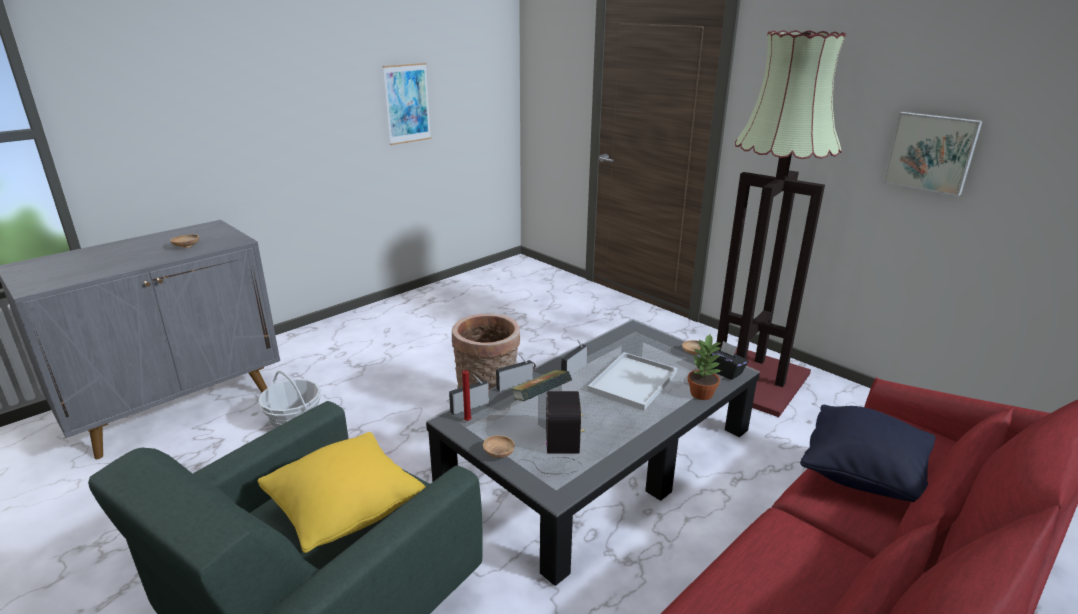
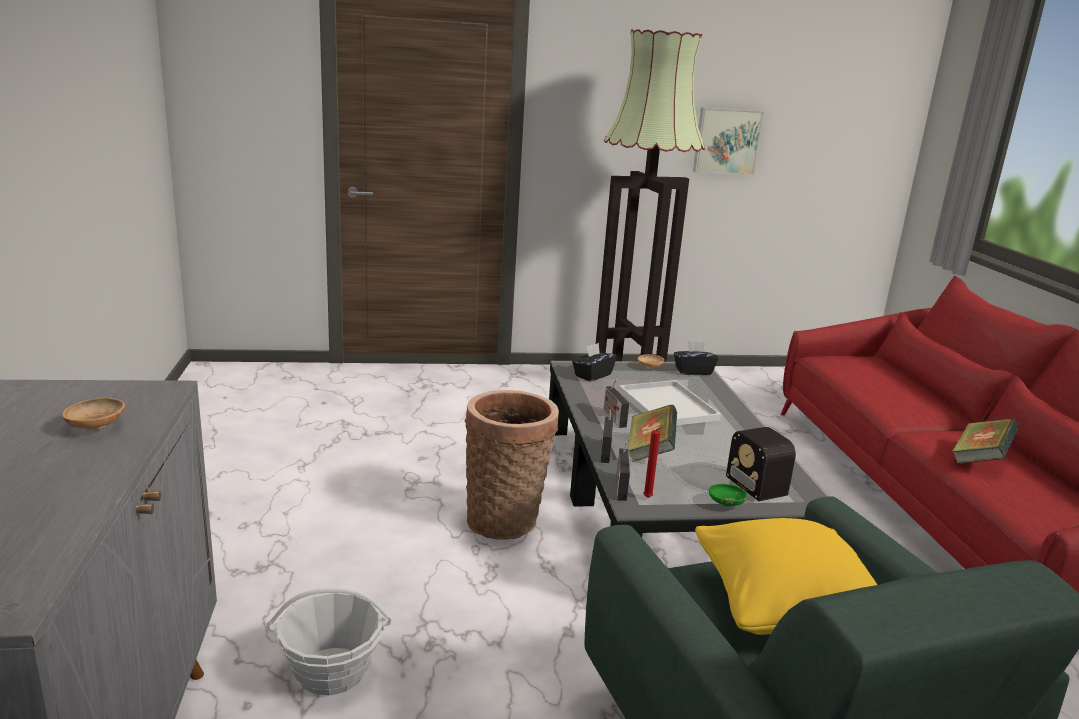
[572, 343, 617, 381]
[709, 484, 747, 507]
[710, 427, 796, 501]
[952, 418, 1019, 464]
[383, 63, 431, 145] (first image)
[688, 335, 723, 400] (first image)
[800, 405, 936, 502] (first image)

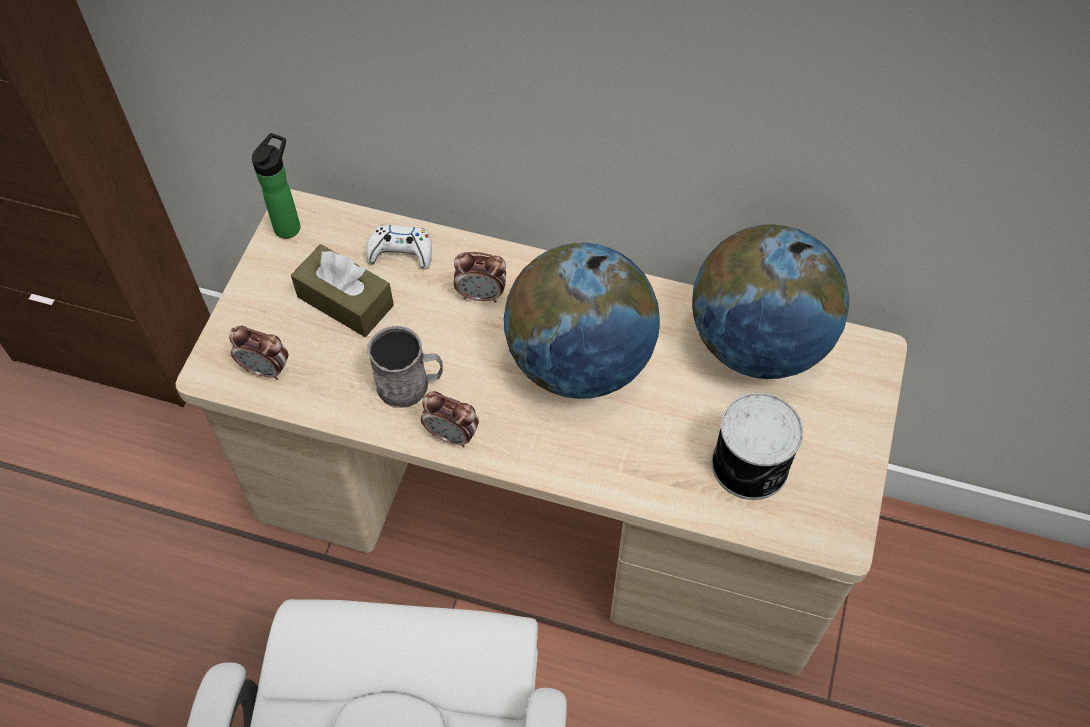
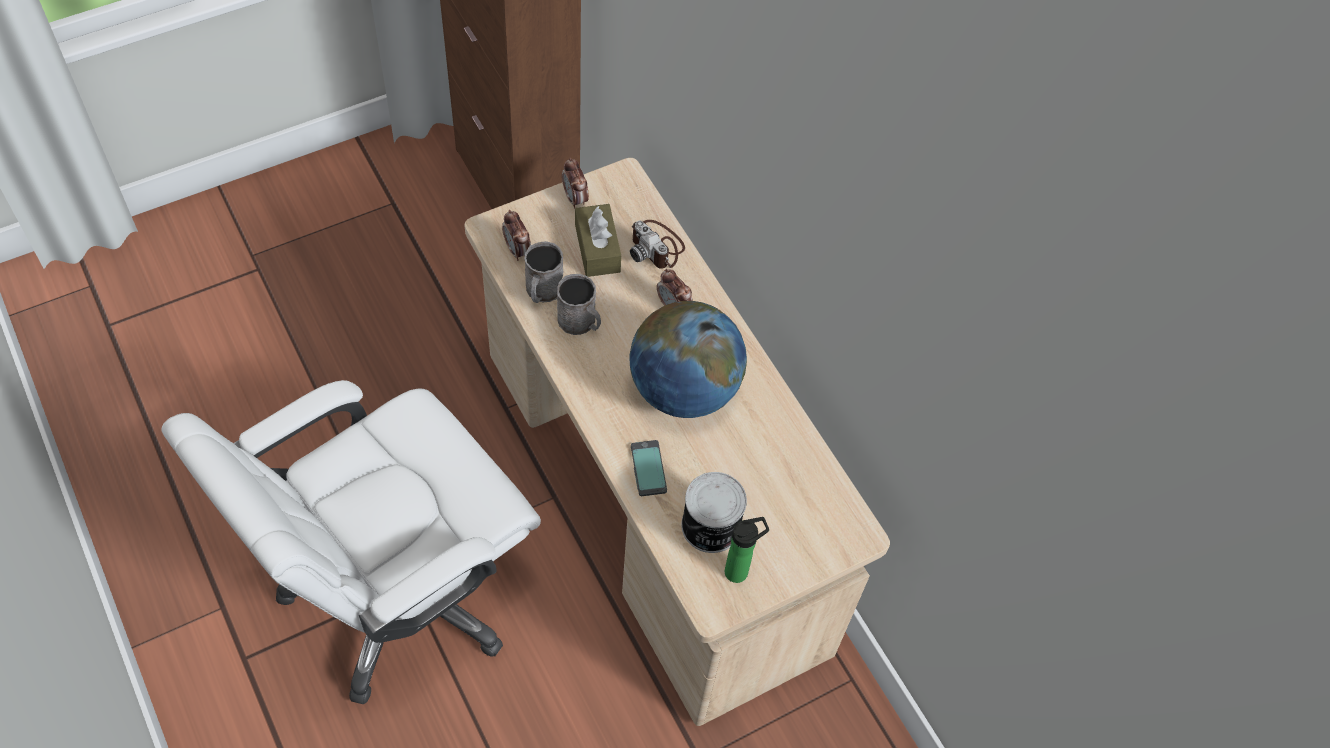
[524, 241, 564, 303]
[562, 158, 589, 209]
[630, 220, 685, 269]
[631, 440, 667, 496]
[725, 517, 769, 583]
[692, 224, 849, 379] (first image)

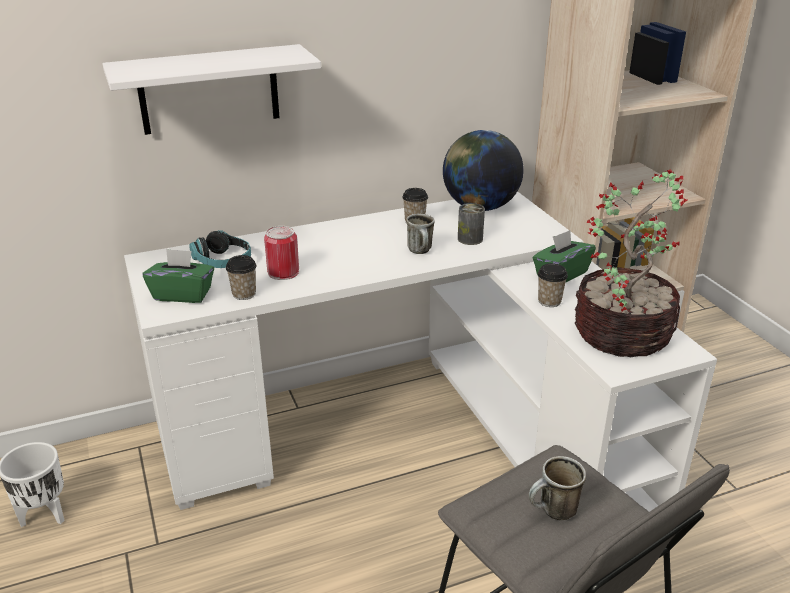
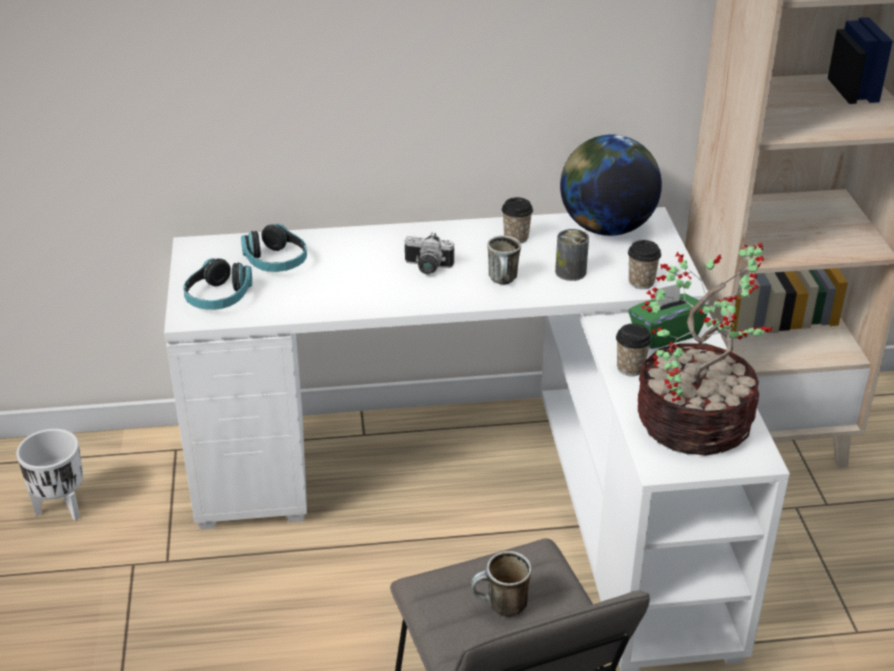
[183, 258, 252, 310]
[405, 232, 454, 274]
[628, 240, 661, 289]
[102, 44, 321, 135] (first image)
[264, 226, 299, 280] (first image)

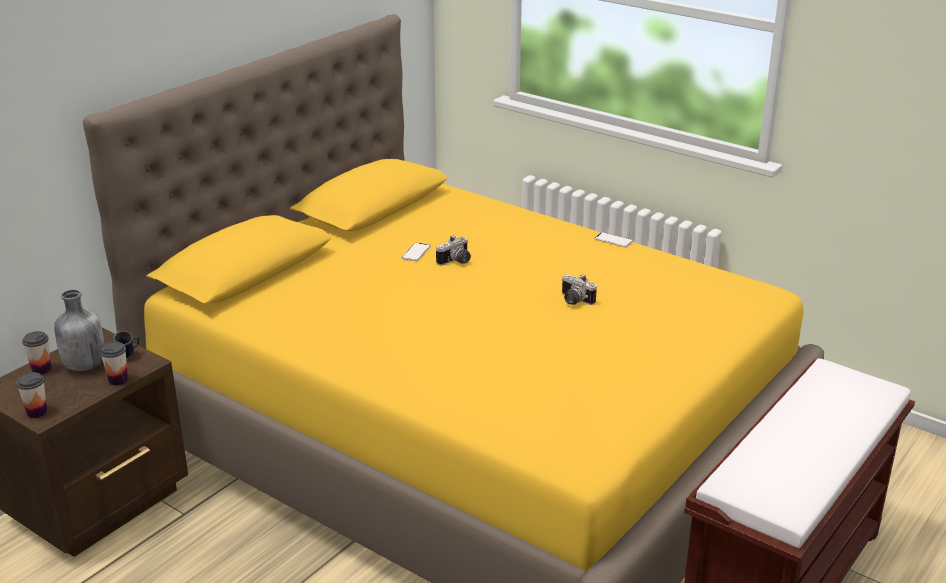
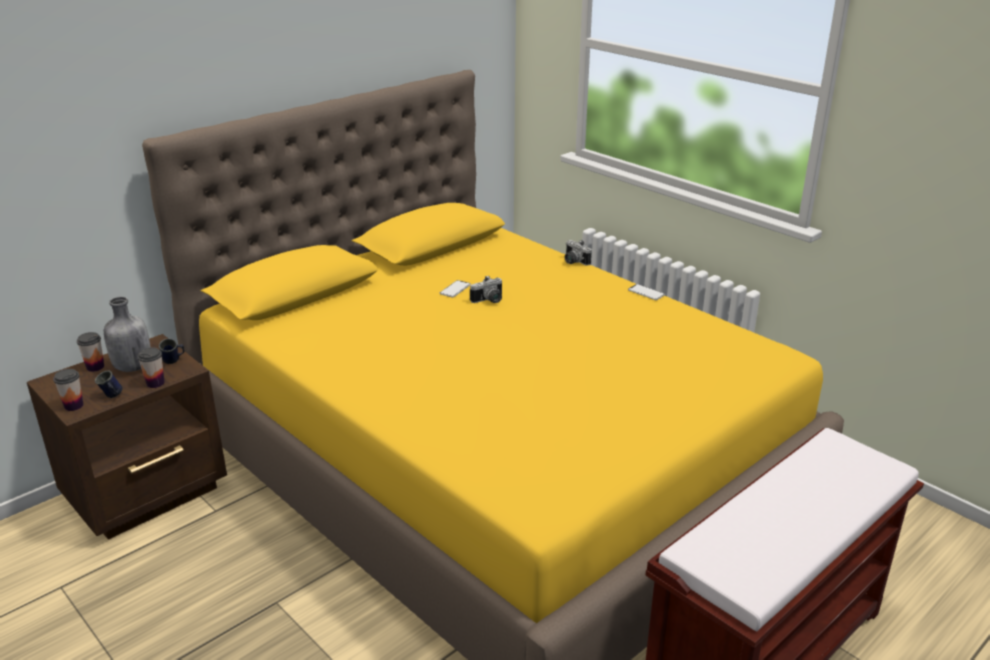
[95, 371, 123, 398]
[564, 240, 592, 266]

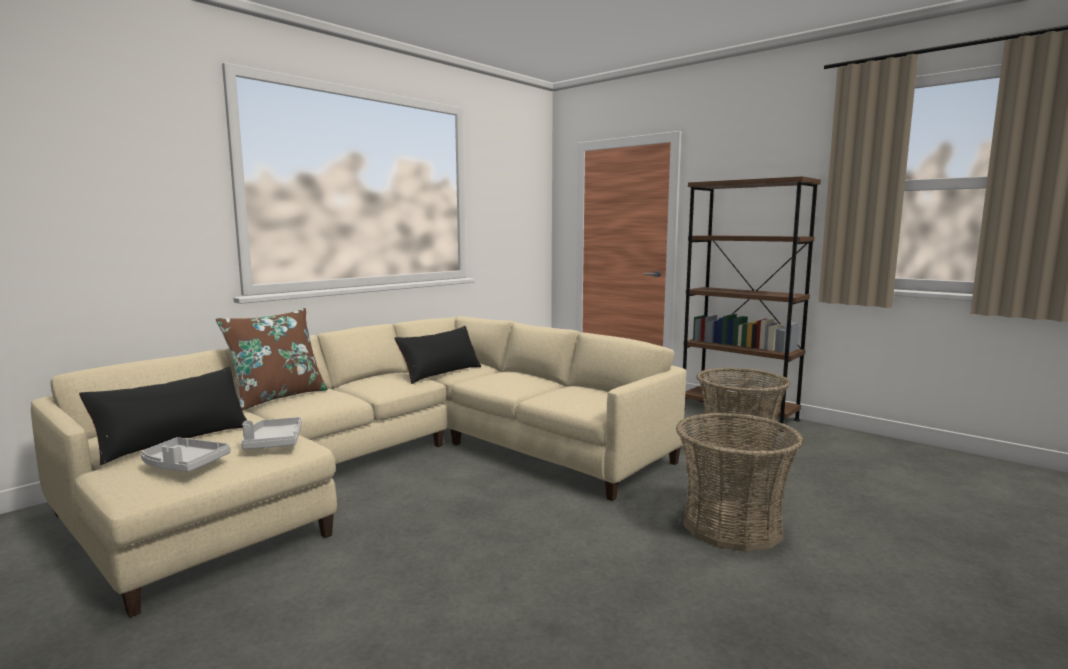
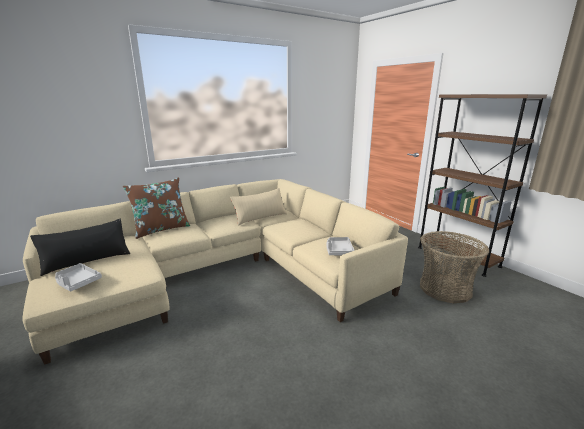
[230, 188, 287, 226]
[327, 237, 355, 255]
[676, 413, 804, 552] (first image)

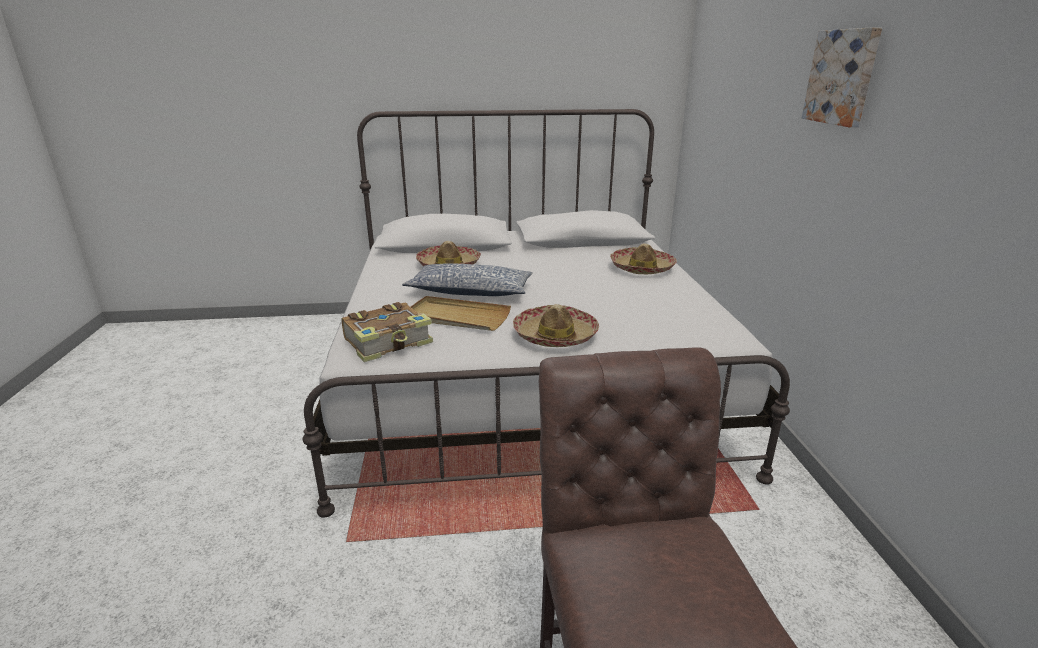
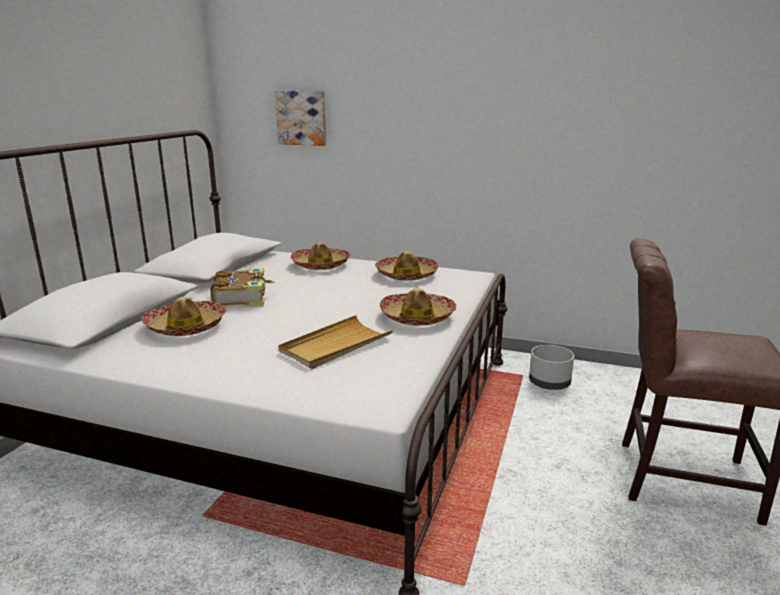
[211, 268, 275, 306]
[275, 91, 326, 146]
[375, 251, 439, 281]
[529, 345, 574, 390]
[402, 264, 533, 296] (first image)

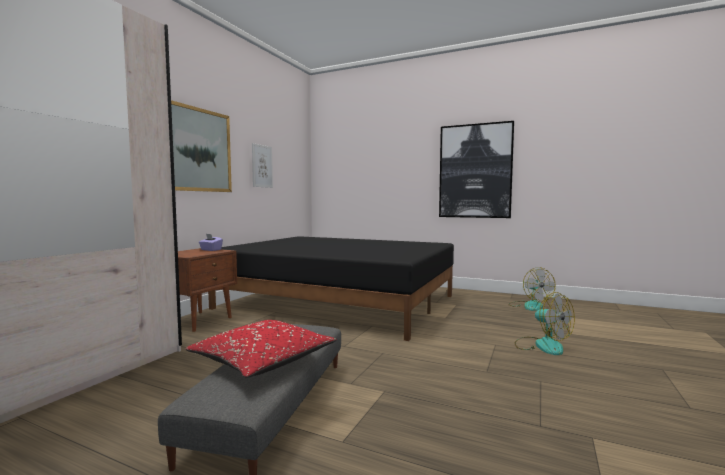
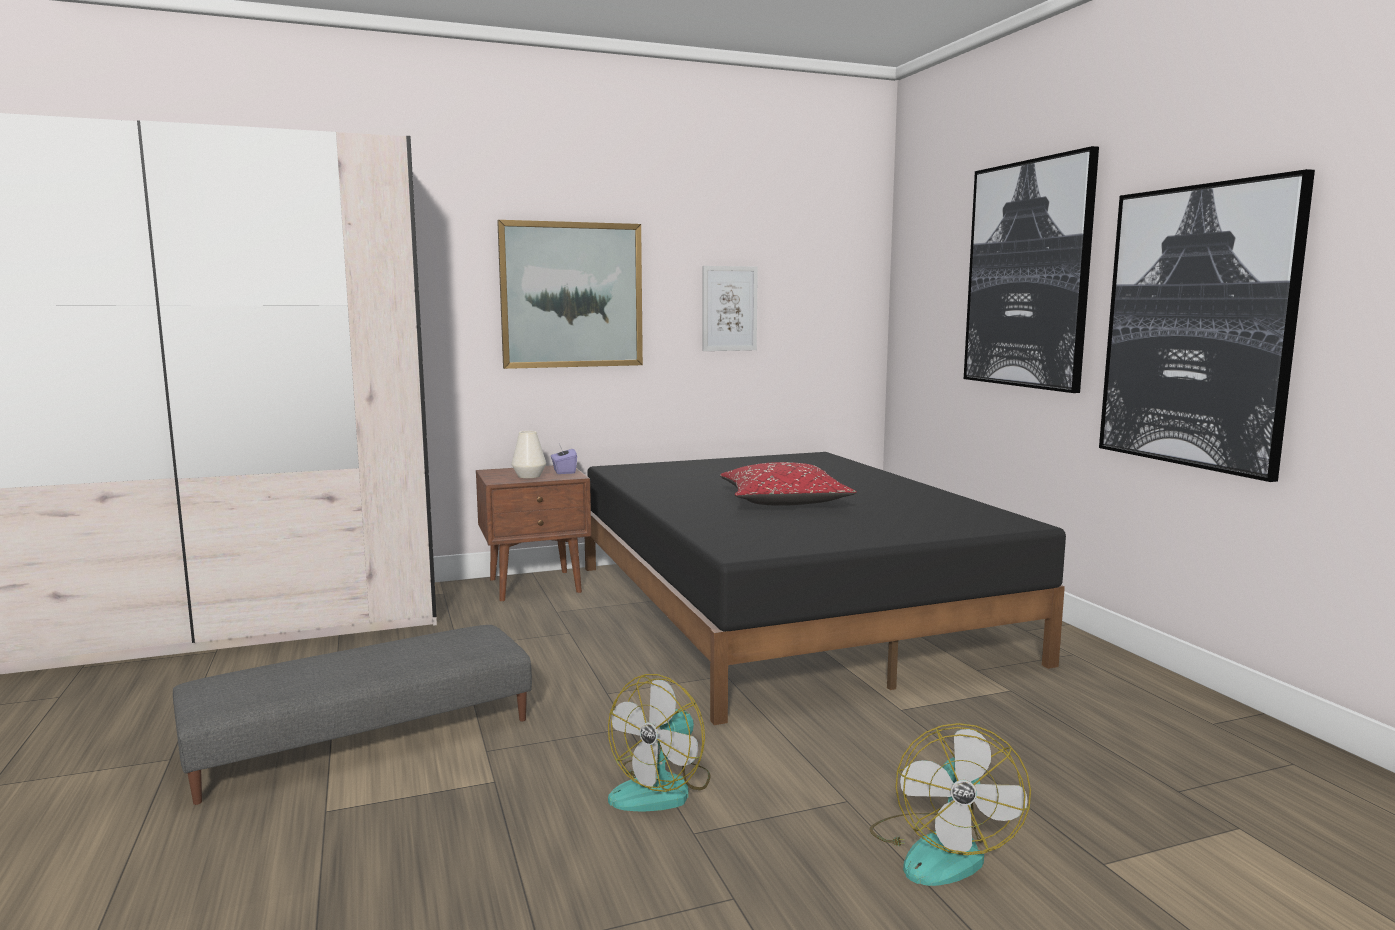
[512, 431, 546, 478]
[608, 674, 711, 811]
[720, 462, 857, 506]
[964, 146, 1099, 393]

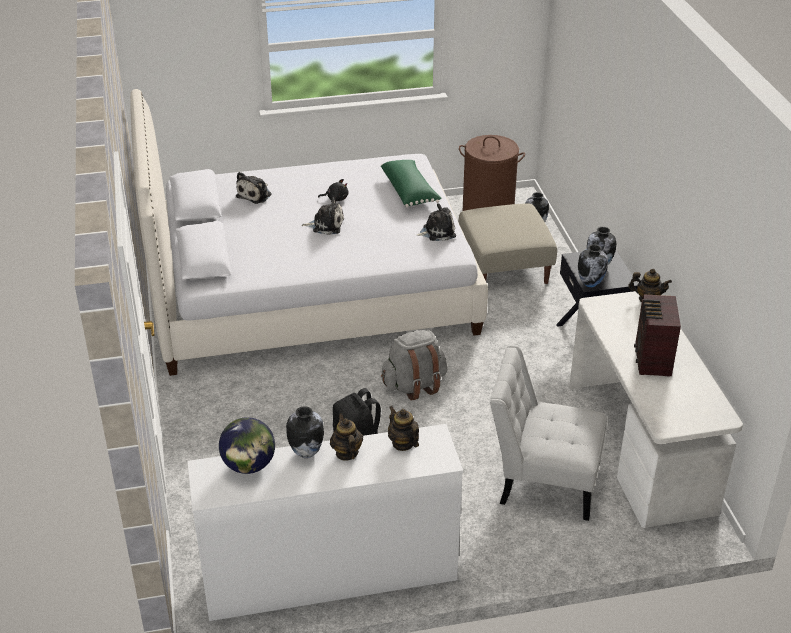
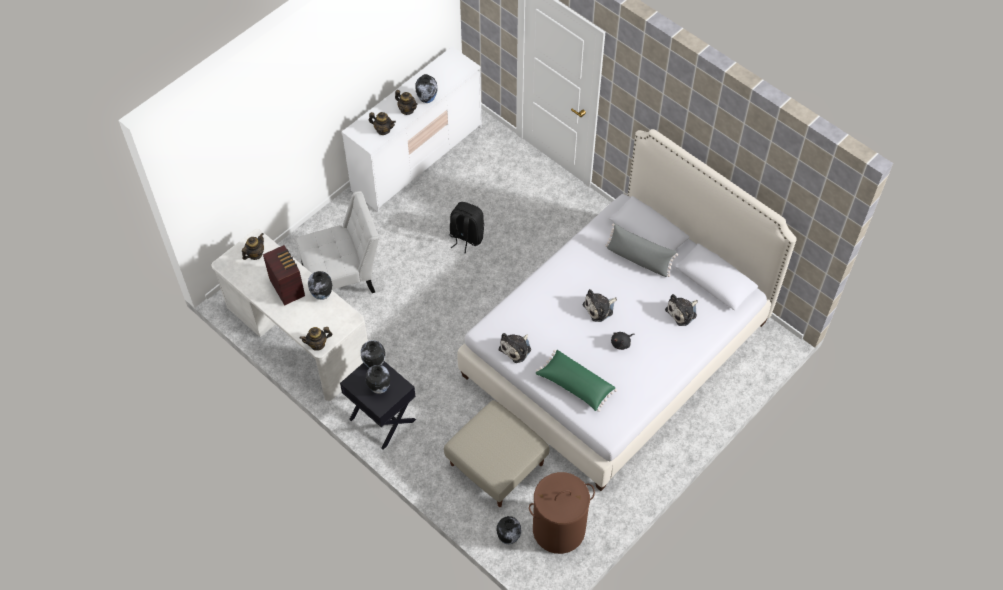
[242, 233, 264, 260]
[308, 271, 332, 300]
[605, 223, 678, 277]
[665, 294, 698, 326]
[219, 417, 275, 474] (first image)
[381, 330, 447, 401] (first image)

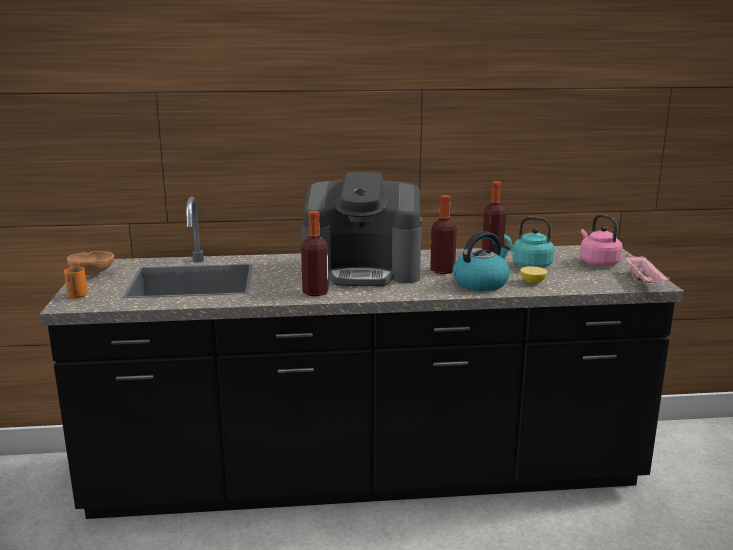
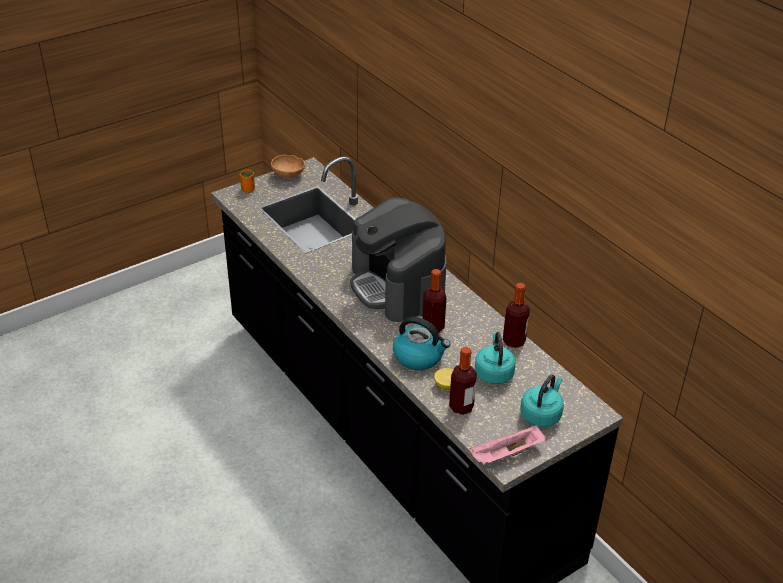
[449, 347, 477, 415]
[521, 375, 564, 427]

